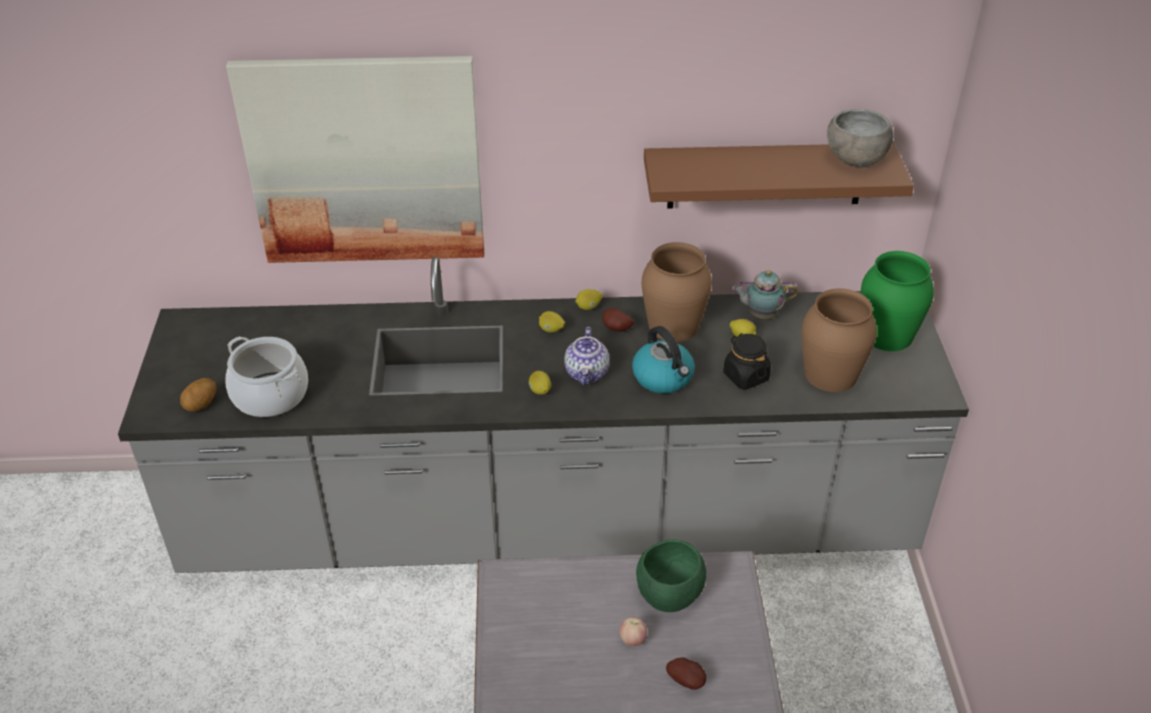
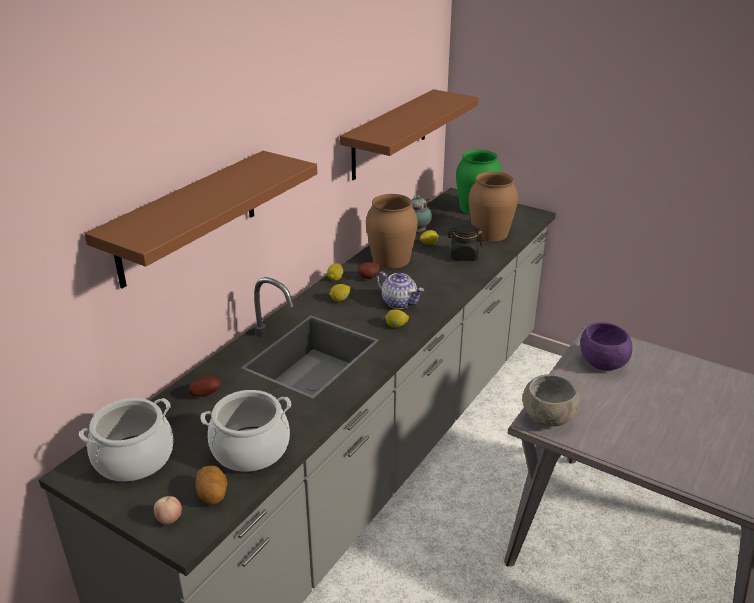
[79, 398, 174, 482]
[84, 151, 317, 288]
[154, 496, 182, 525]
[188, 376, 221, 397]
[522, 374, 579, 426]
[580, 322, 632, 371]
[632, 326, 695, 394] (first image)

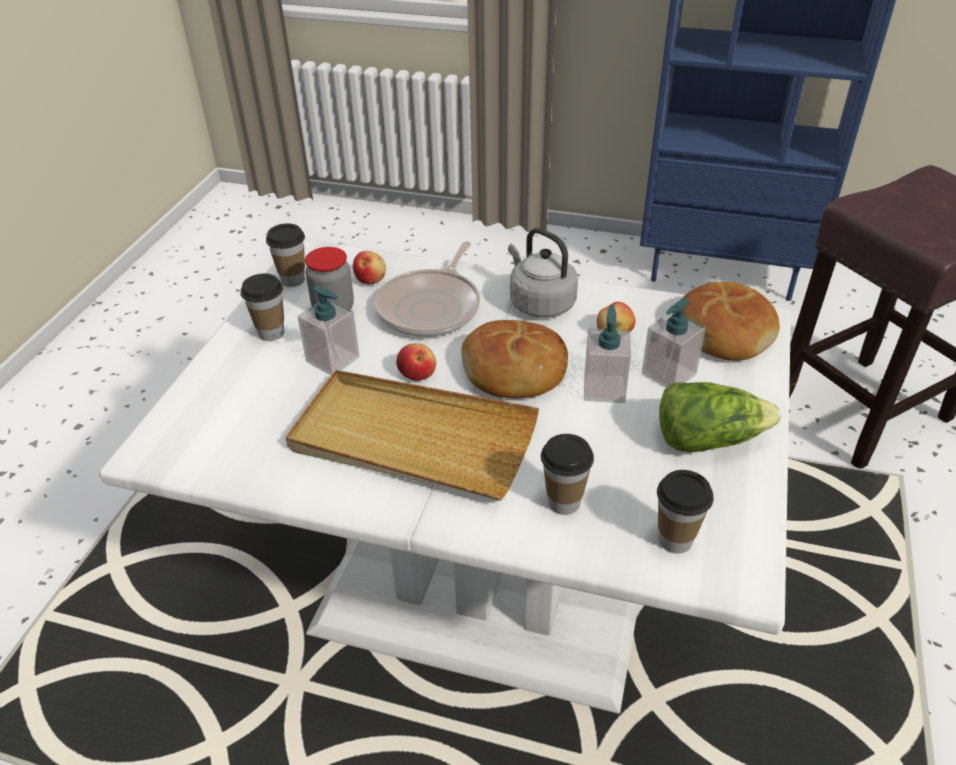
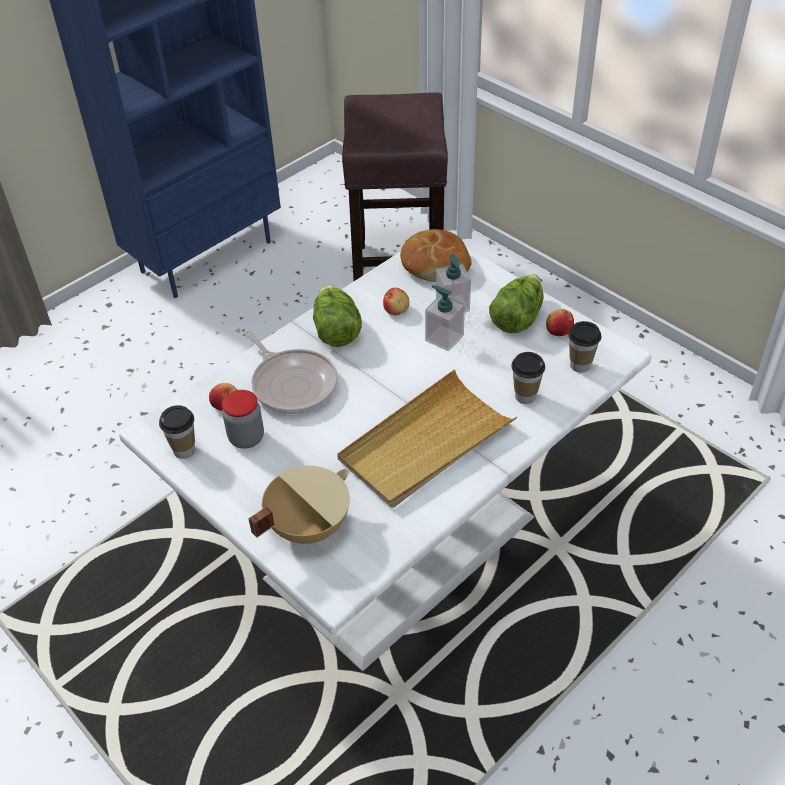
[249, 465, 350, 544]
[313, 284, 362, 347]
[546, 309, 574, 336]
[241, 273, 284, 341] (first image)
[297, 285, 360, 375] (first image)
[461, 320, 568, 398] (first image)

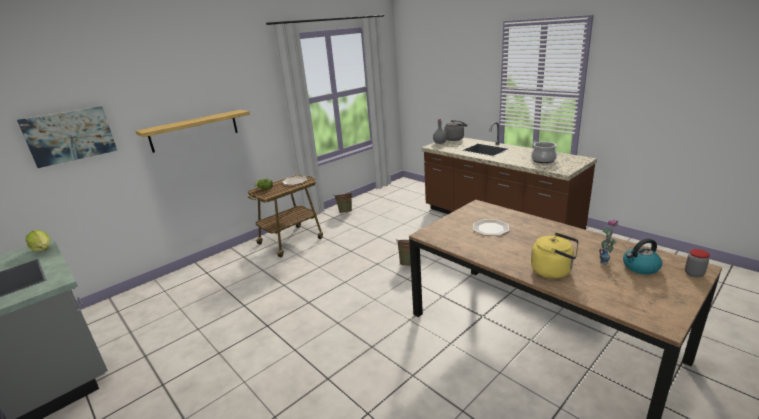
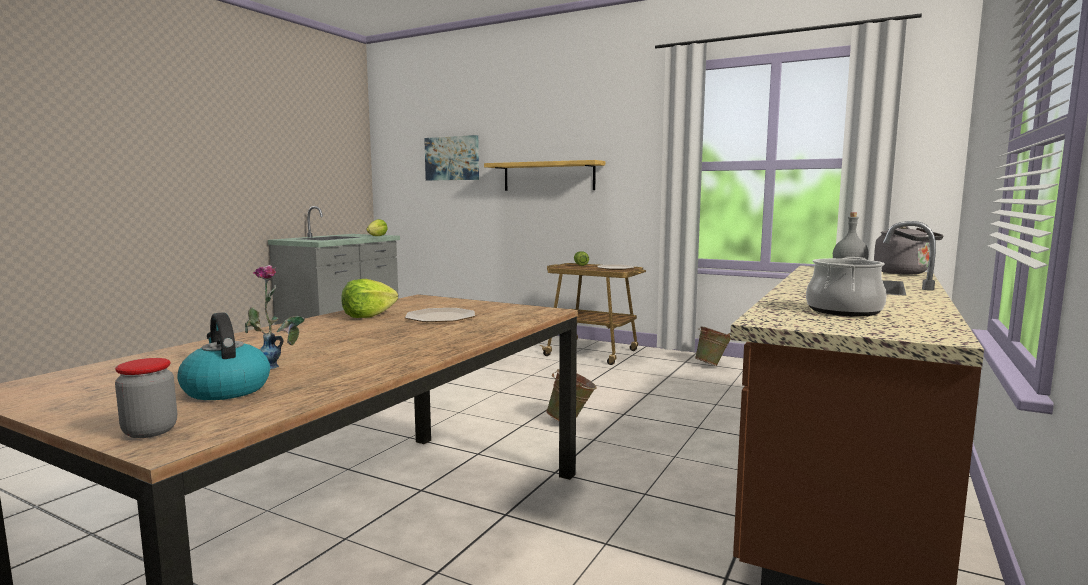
[341, 279, 398, 318]
[531, 233, 579, 279] (first image)

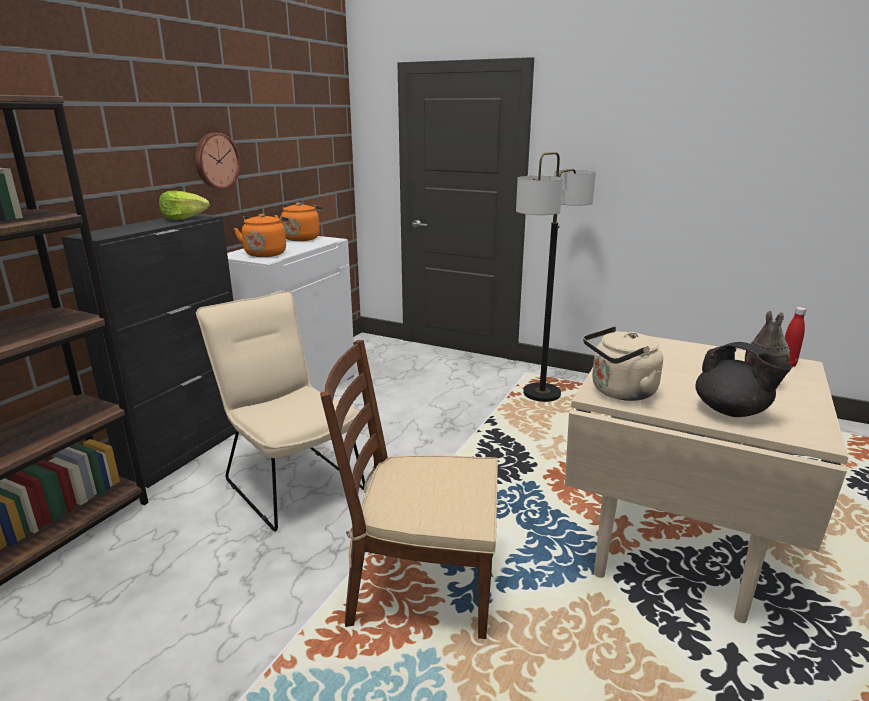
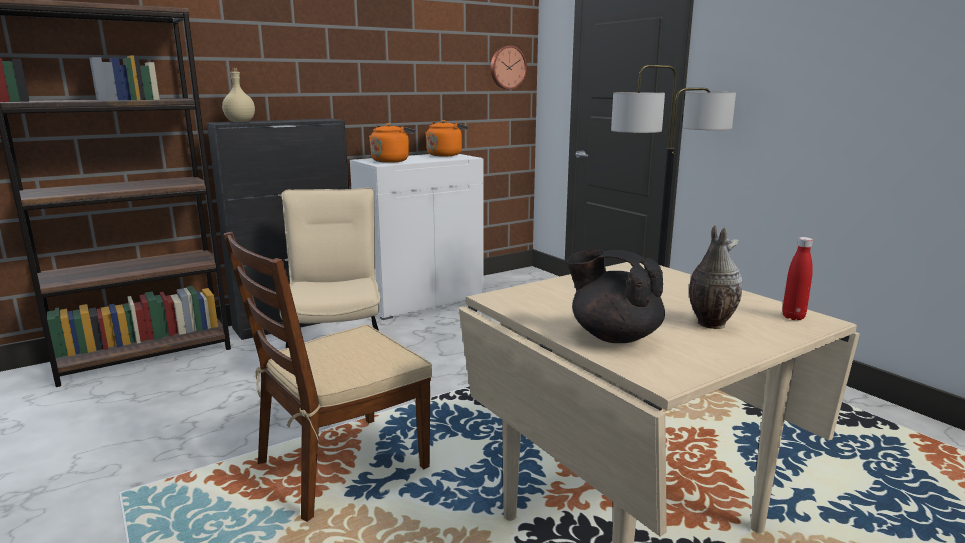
[222, 68, 255, 122]
[224, 232, 433, 522]
[491, 46, 527, 90]
[566, 249, 665, 343]
[159, 191, 210, 220] (first image)
[583, 326, 663, 401] (first image)

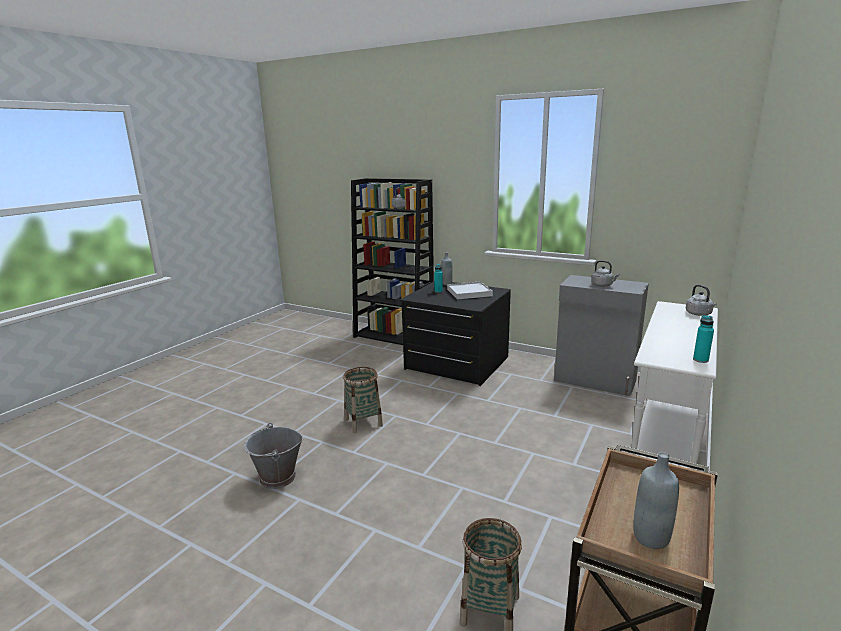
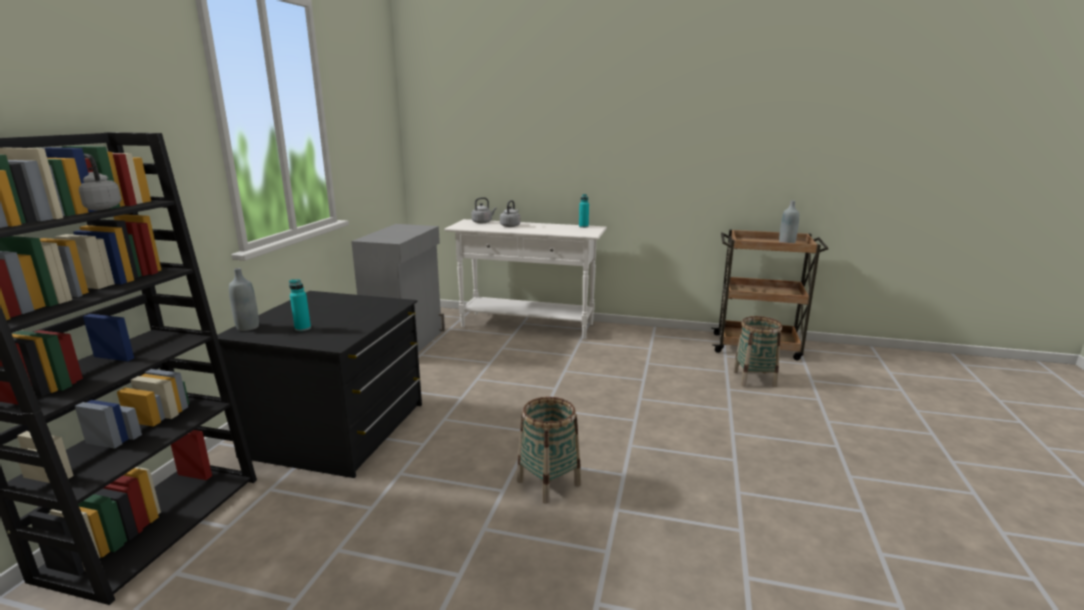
[500, 200, 521, 227]
[244, 423, 304, 489] (first image)
[447, 281, 493, 300] (first image)

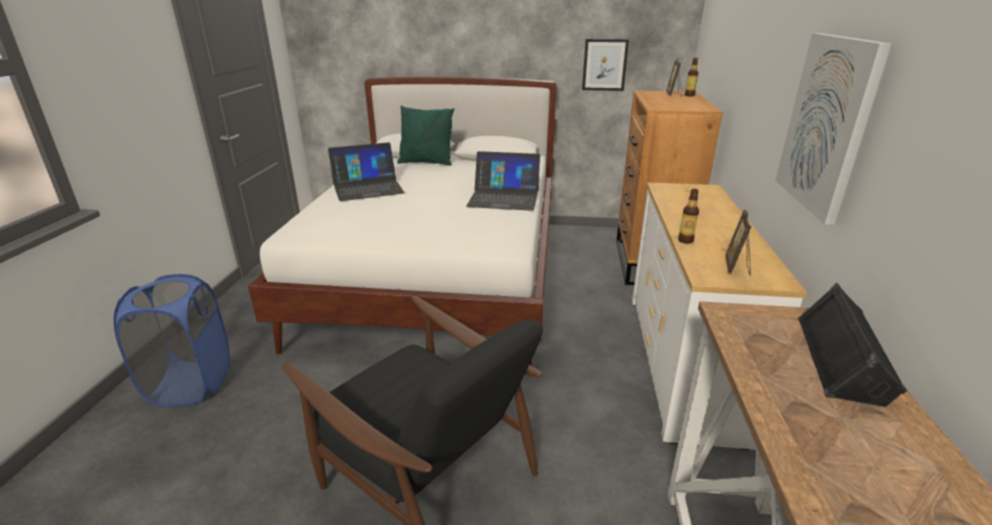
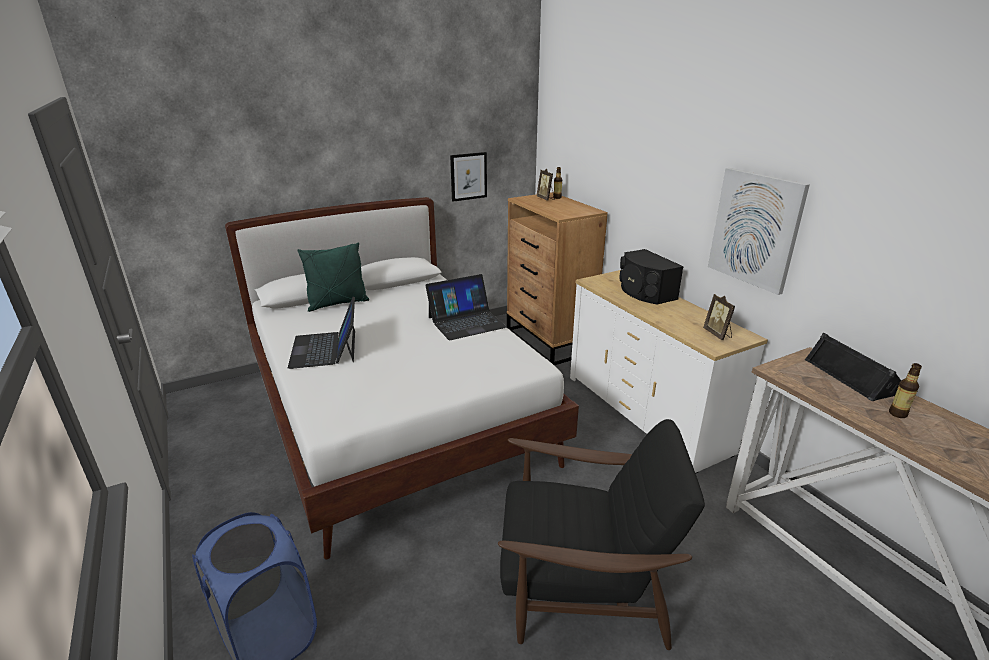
[288, 297, 355, 369]
[620, 249, 684, 305]
[889, 363, 922, 418]

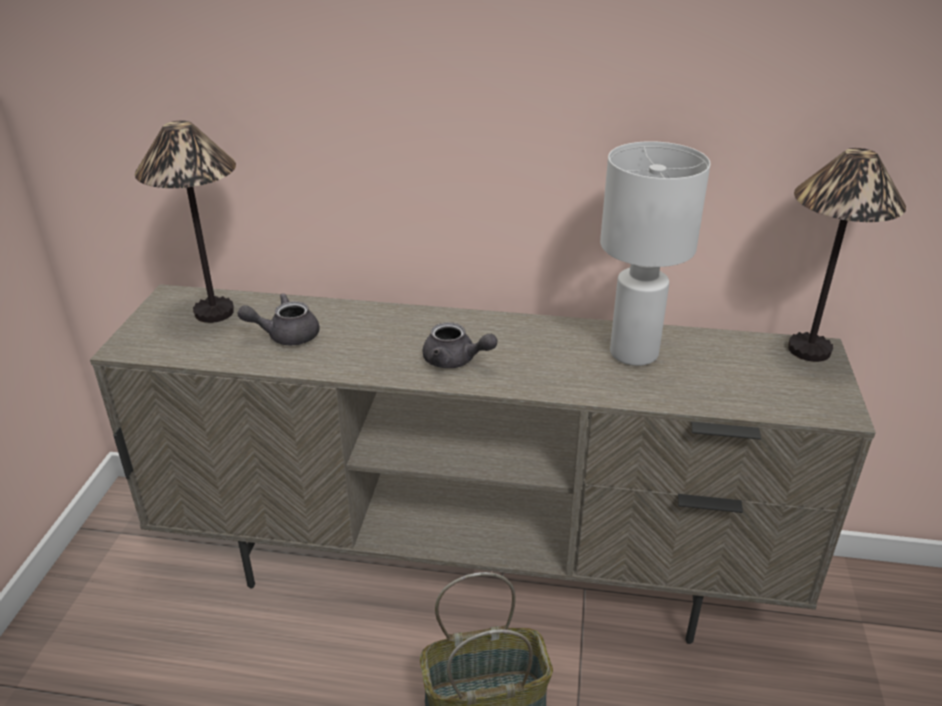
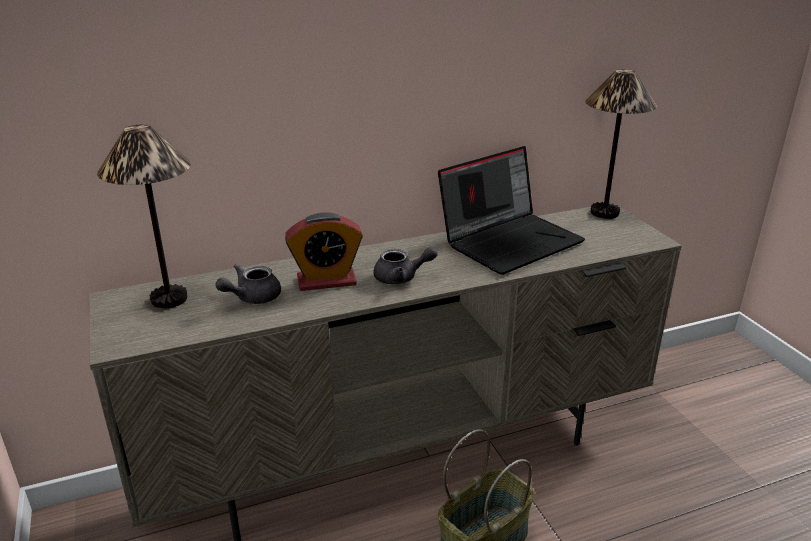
[285, 212, 363, 291]
[438, 146, 585, 275]

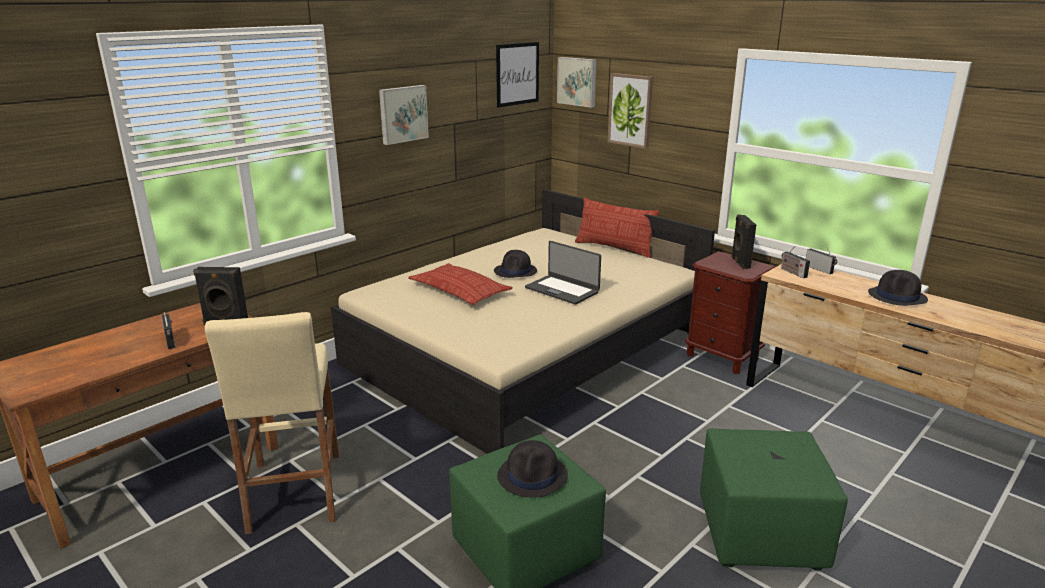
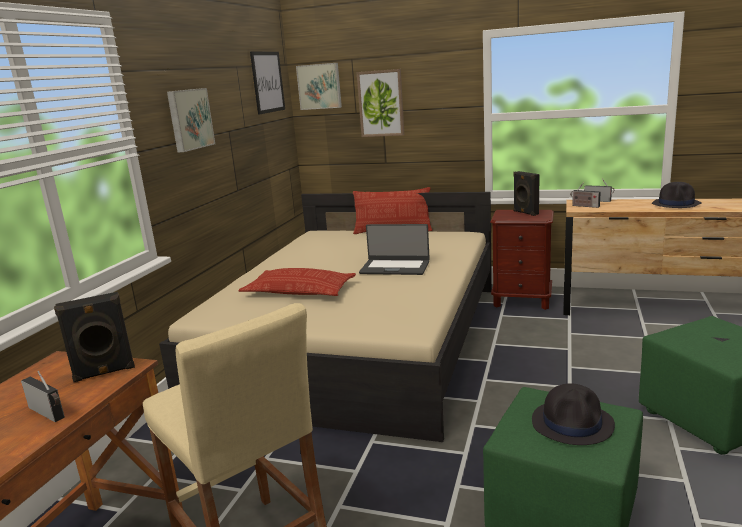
[494, 250, 537, 278] (first image)

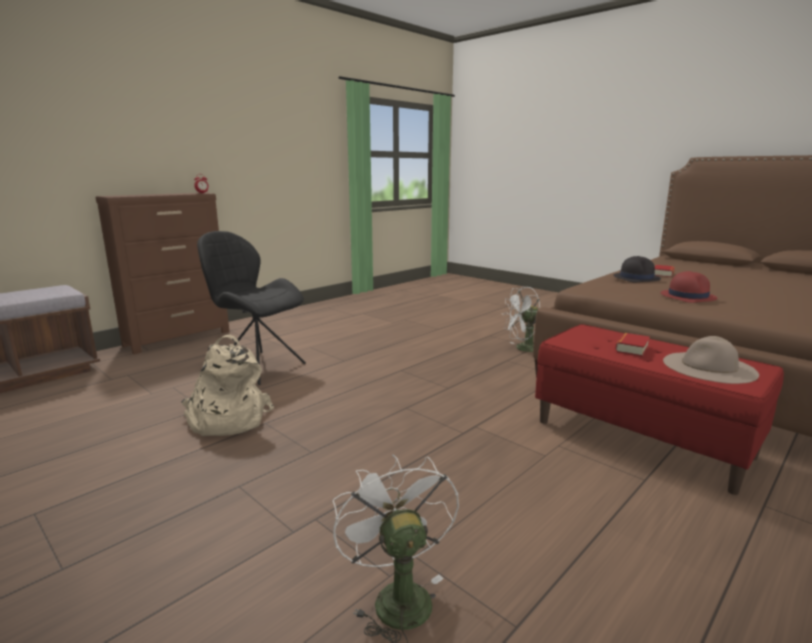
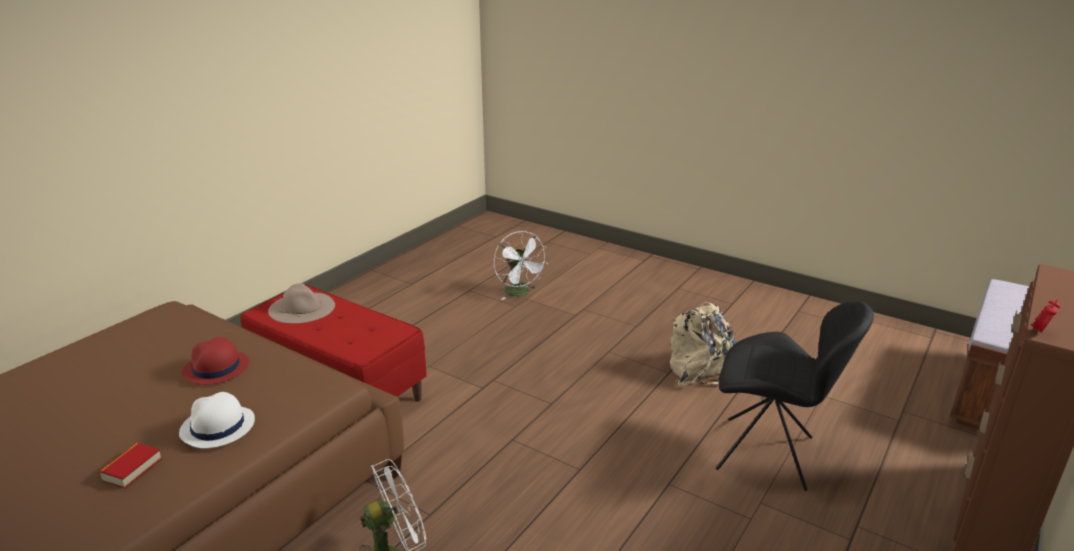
[179, 392, 255, 448]
[615, 333, 650, 356] (first image)

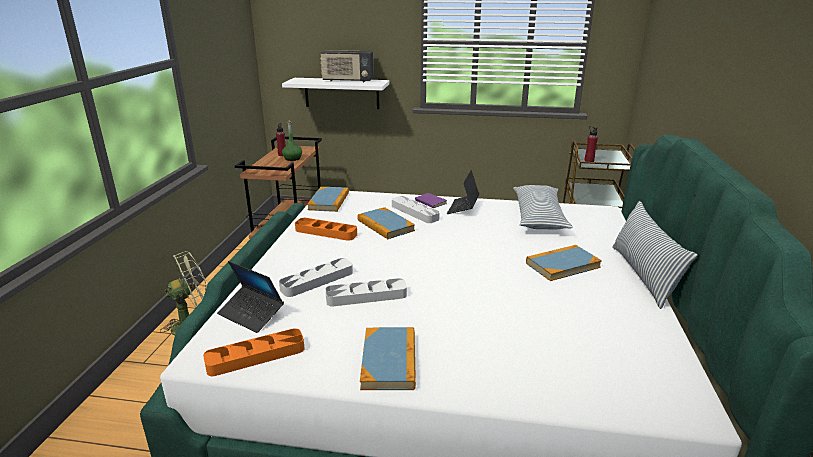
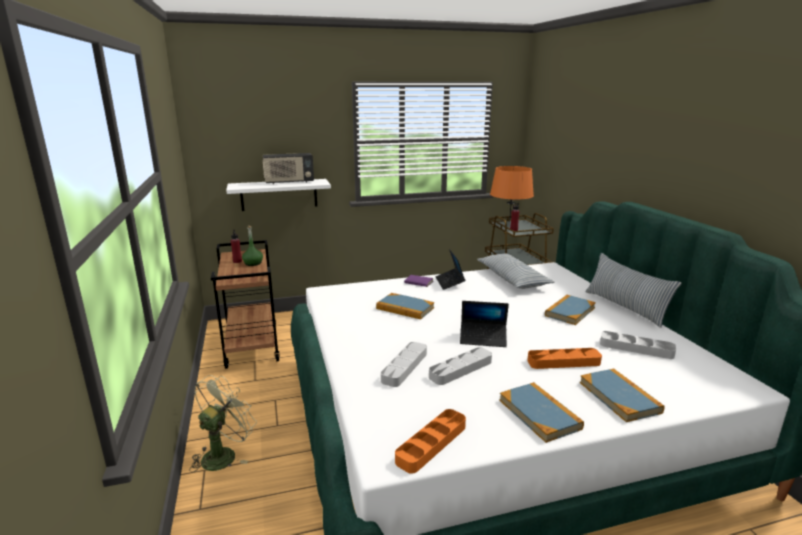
[460, 301, 509, 347]
[490, 166, 534, 222]
[527, 348, 602, 369]
[580, 369, 665, 422]
[600, 331, 676, 359]

